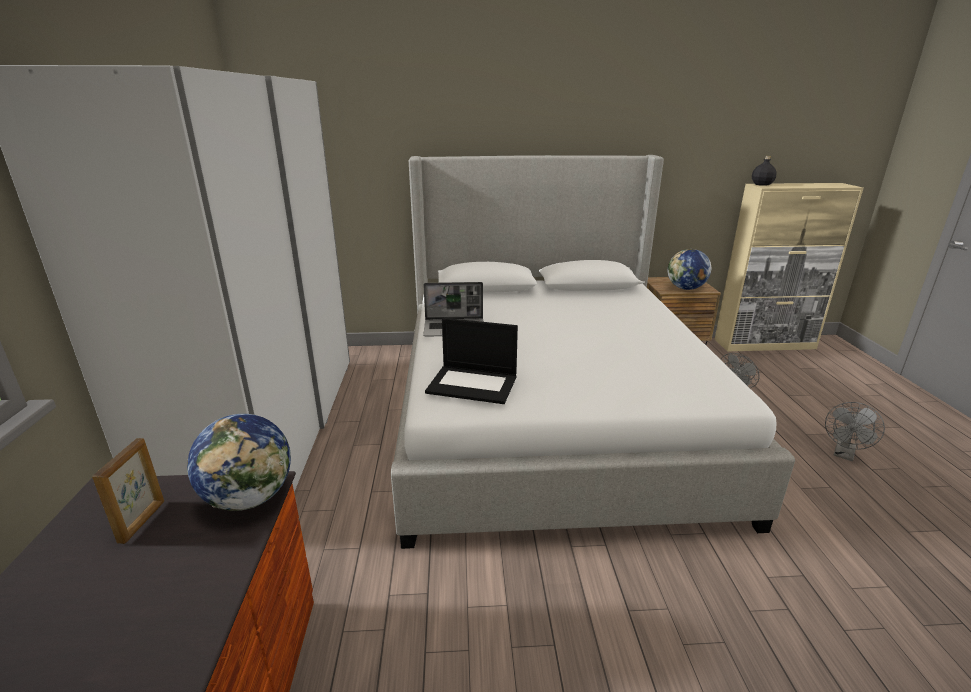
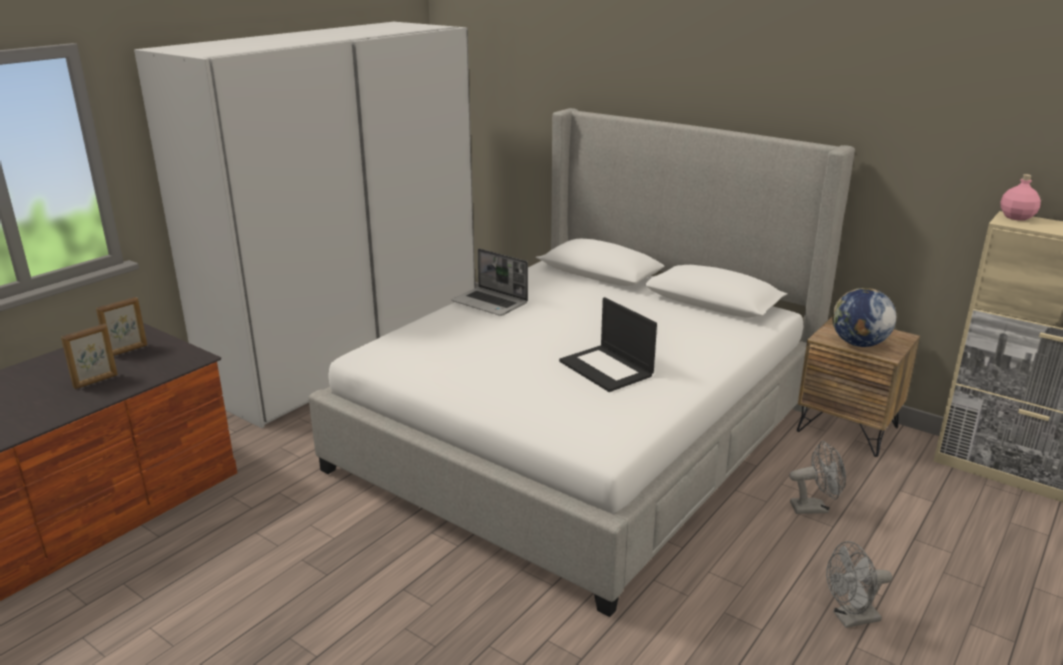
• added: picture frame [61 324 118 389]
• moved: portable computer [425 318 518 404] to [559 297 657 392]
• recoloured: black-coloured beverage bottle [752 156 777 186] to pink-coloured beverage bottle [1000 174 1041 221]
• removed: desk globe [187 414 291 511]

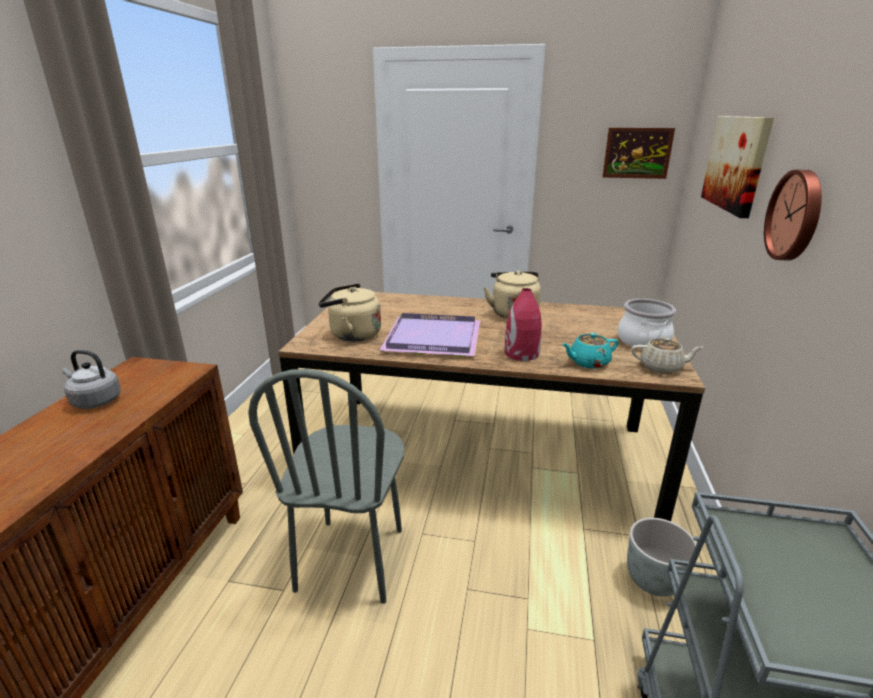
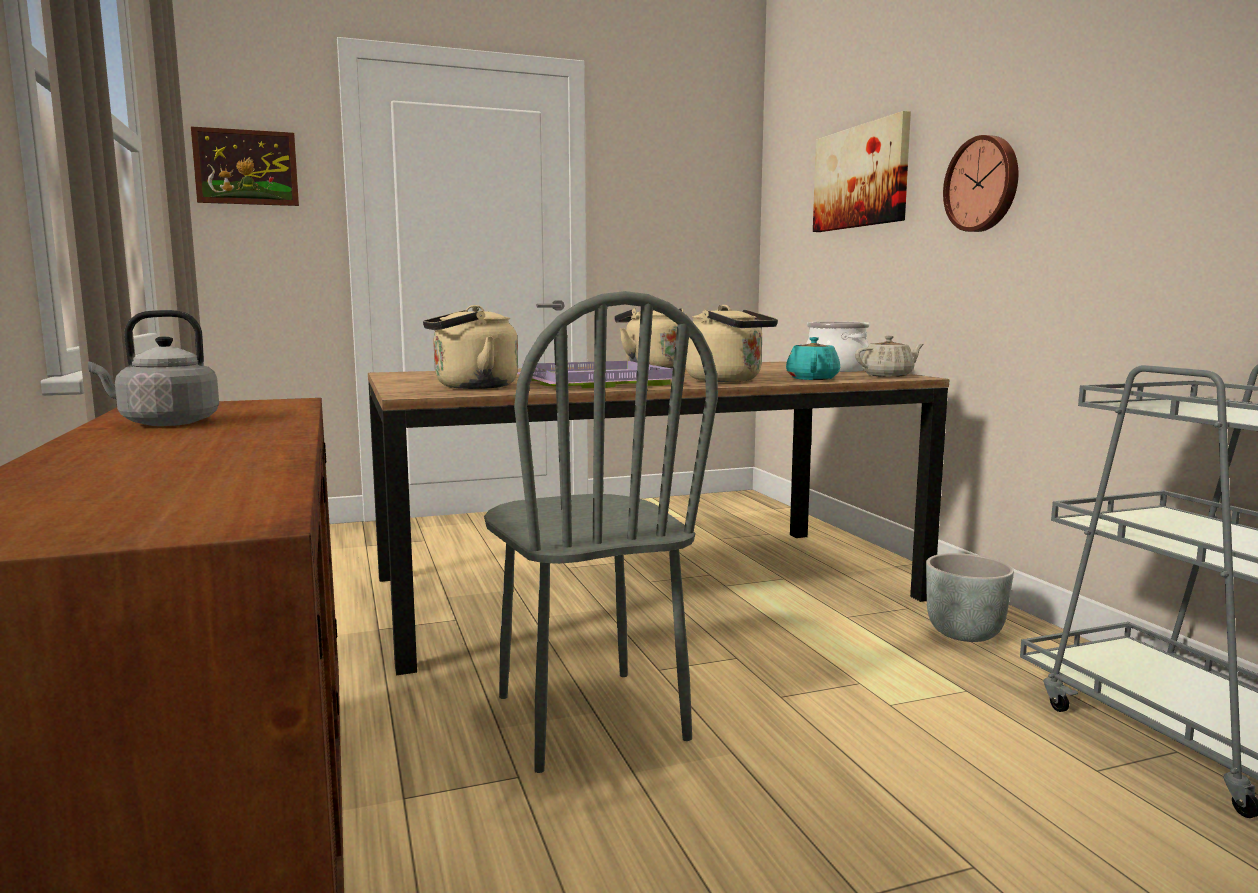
• moved: wall art [602 128 675 179] to [191 126 299 206]
• replaced: reddish vase [504 288 542 361] to beige-coloured kettle [686 305 778 382]
• turned: turquoise-coloured pot for tea [562 333 619 369] = [786 337 840 380] 150 degrees clockwise

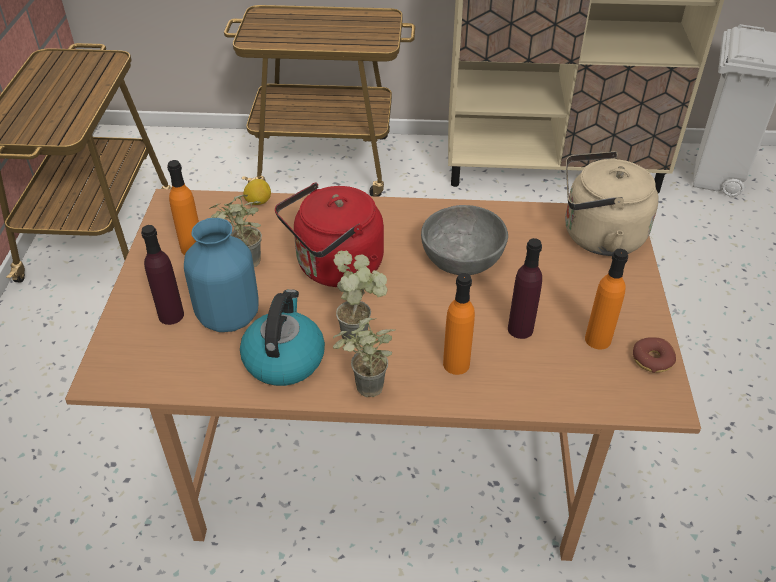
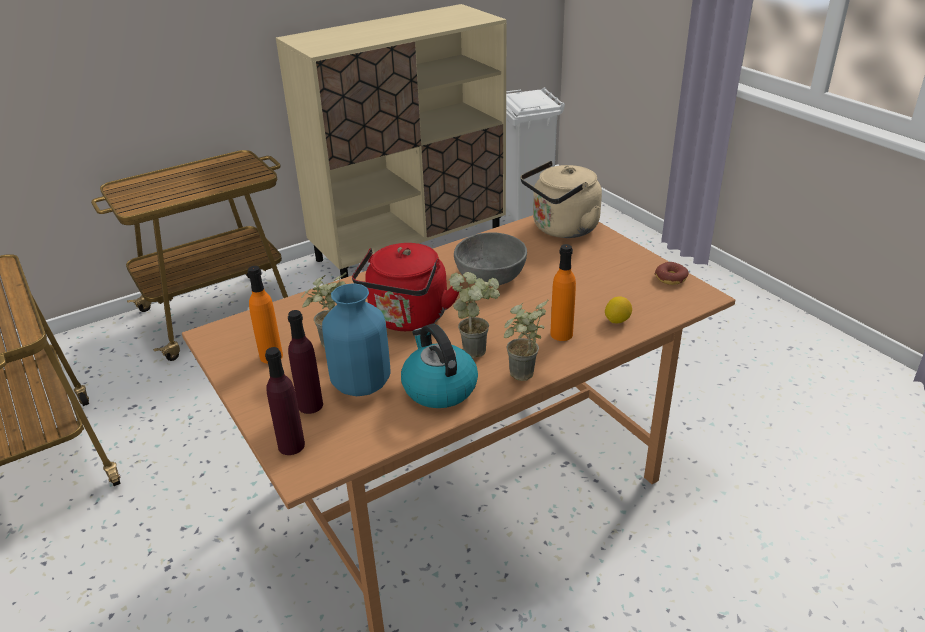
• moved: purplish beverage bottle [508 238 542 339] to [265 347 305 455]
• moved: citrus fruit [243 179 271 205] to [605 296 632 324]
• removed: orangey beverage bottle [585 249 628 349]

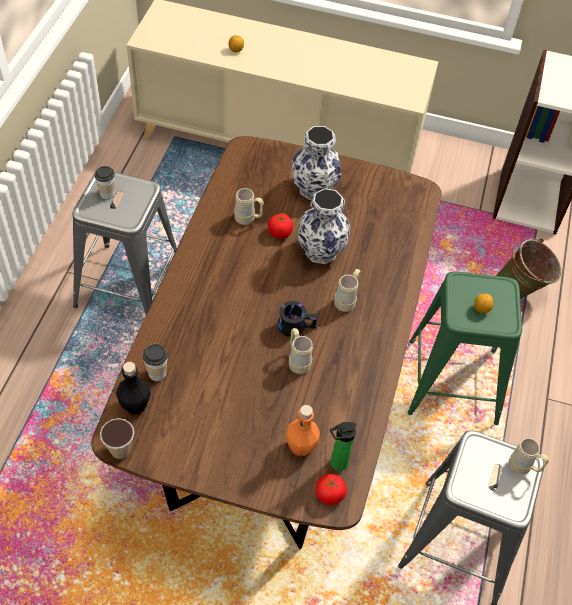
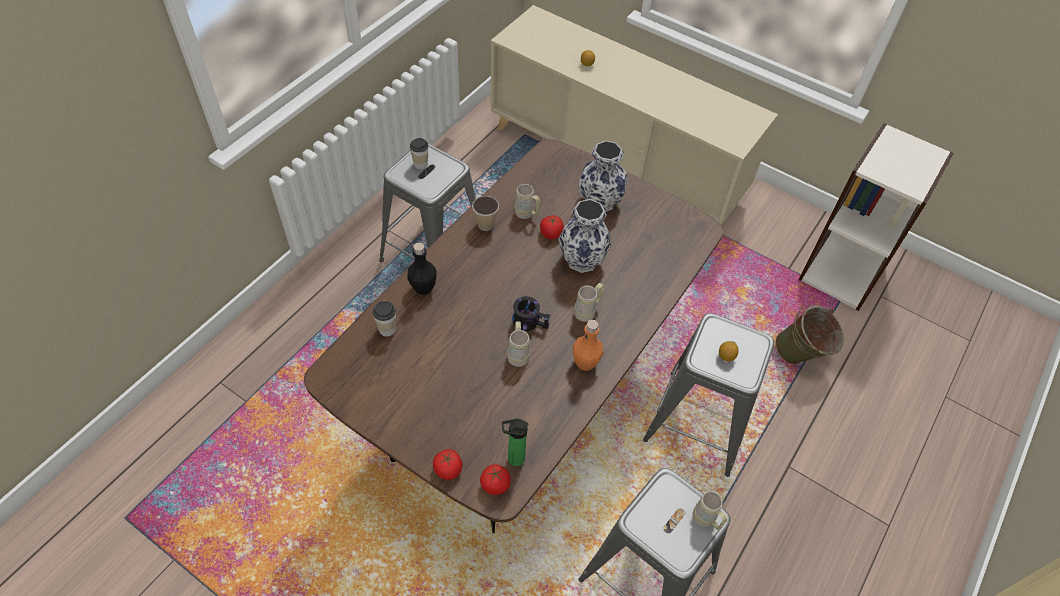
• moved: black-coloured beverage bottle [116 362 151 414] to [407 242 437 295]
• added: tomato [433 449 462 480]
• moved: drinking cup [100 418 134 459] to [472 196 499 231]
• moved: orangey beverage bottle [285 405 320 456] to [572 320 604 371]
• recoloured: greenish sitting stool [408 271 522 425] to grey sitting stool [643 313 774 477]

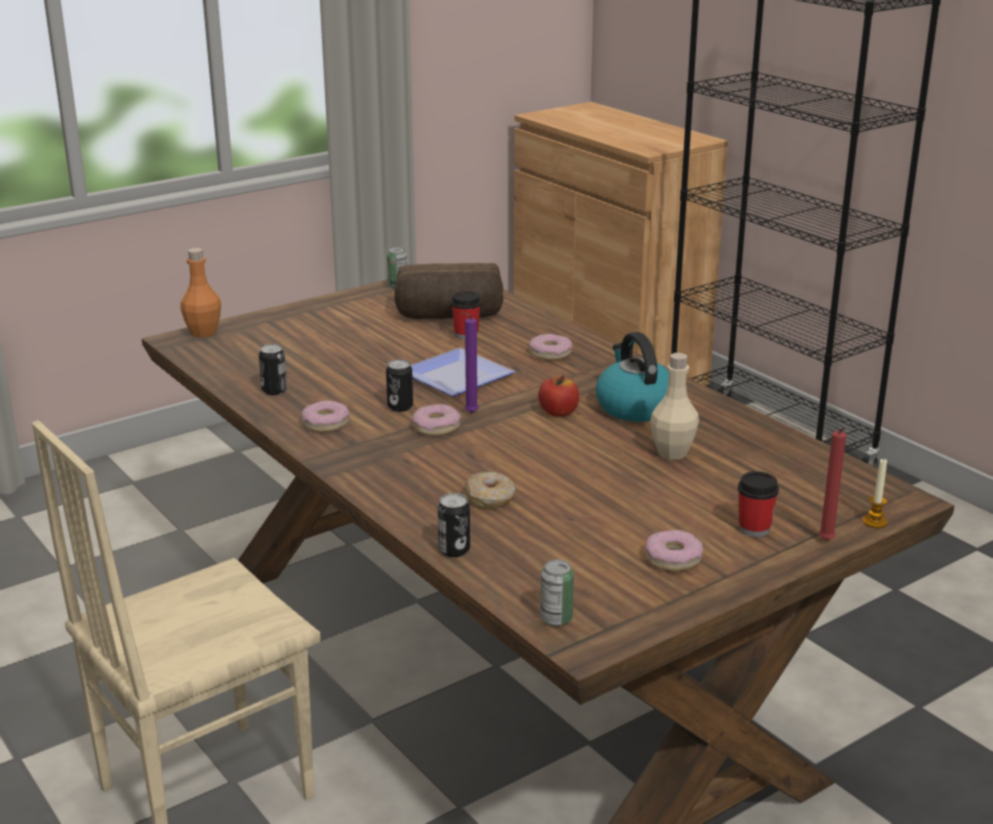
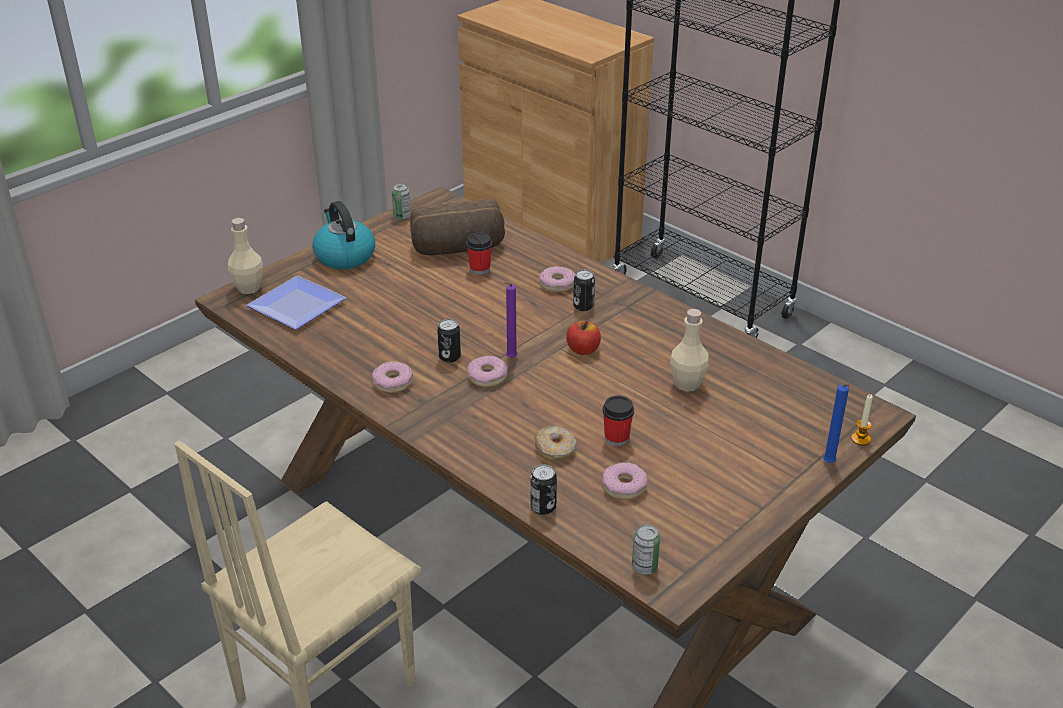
• recoloured: orangey beverage bottle [180 248 221 338] to beige-coloured beverage bottle [228 218 263 294]
• moved: flat dish [410 348 515 396] to [246 275 346 329]
• moved: kettle [596 332 669 422] to [313 201 375 269]
• moved: sealed can [259 344 287 395] to [573 270 595 311]
• moved: drinking cup [738 471 779 537] to [602 395 634 446]
• moved: ring doughnut [645 530 703 571] to [602 462 648 500]
• recoloured: reddish wax candle [819 427 847 541] to blue-coloured wax candle [823 384 850 463]

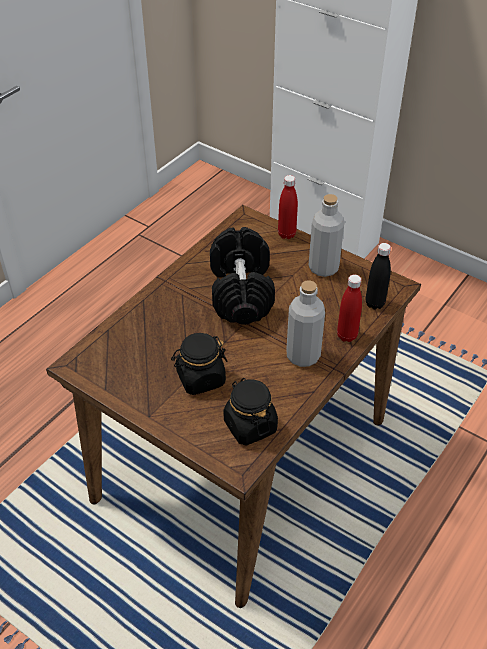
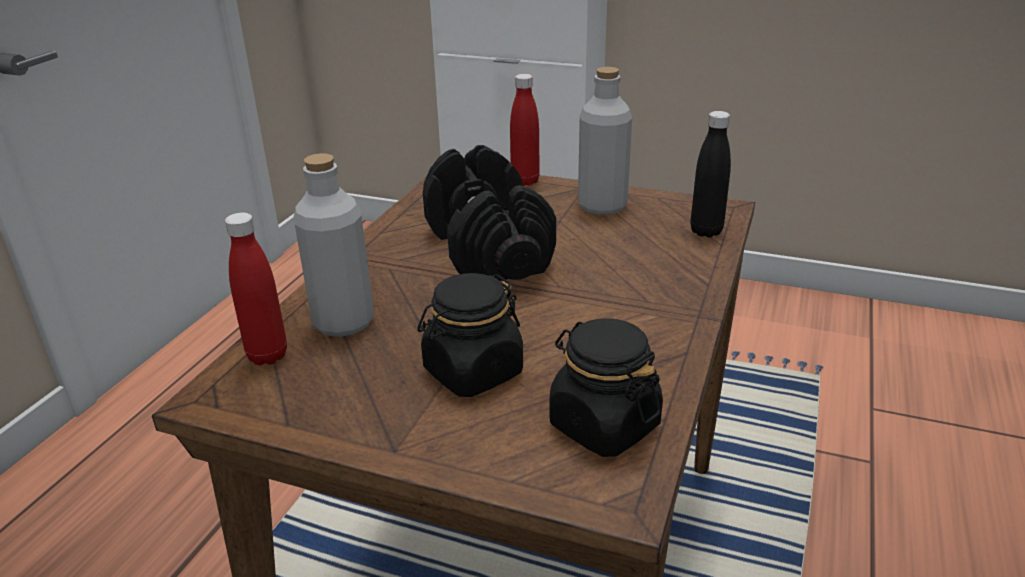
• moved: reddish beverage bottle [337 274 362 342] to [225 213 287 365]
• moved: grey beverage bottle [286 280 325 367] to [294 153 374 337]

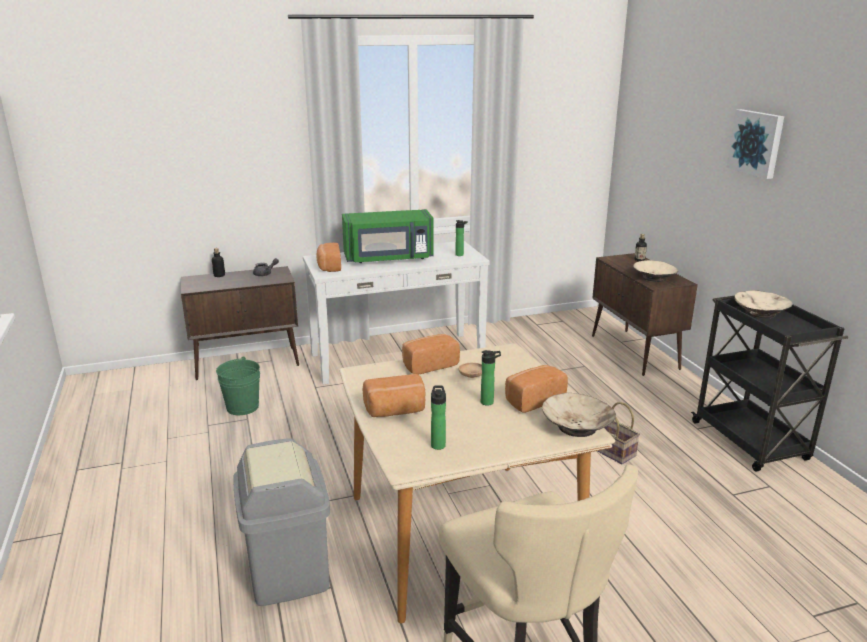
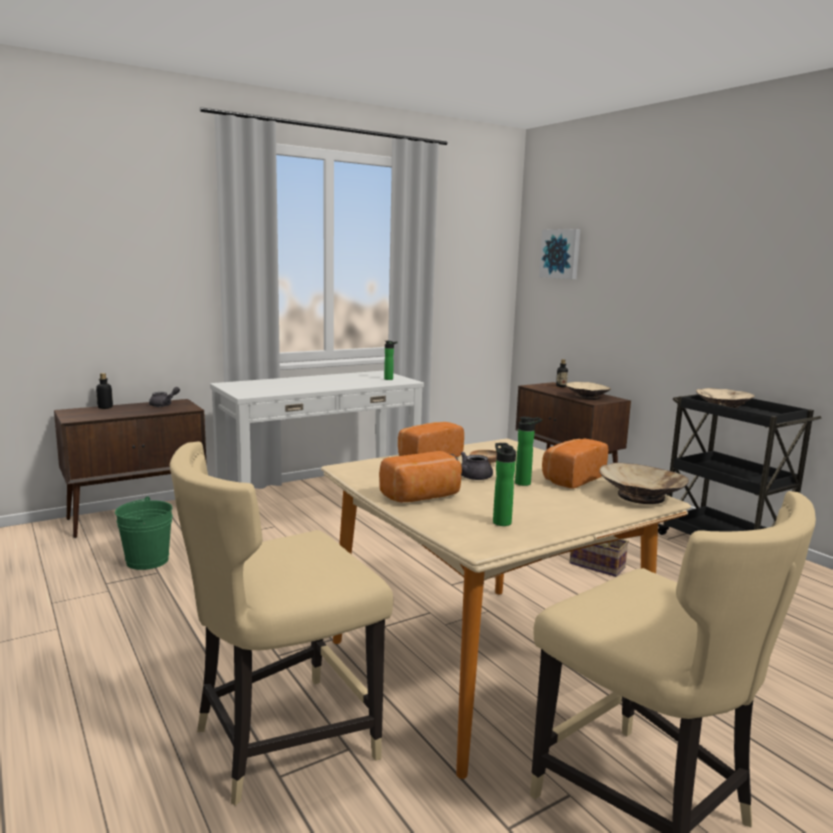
• replaced: grey rubbish bin [233 438 330 606] to beige-coloured plain chair [169 441 393 806]
• added: grey pot for tea [450 452 493 480]
• moved: wall art [726 109 784 179] to [539 229 580 279]
• removed: baked bread [316 243 341 272]
• removed: greenish microwave [342 209 433 263]

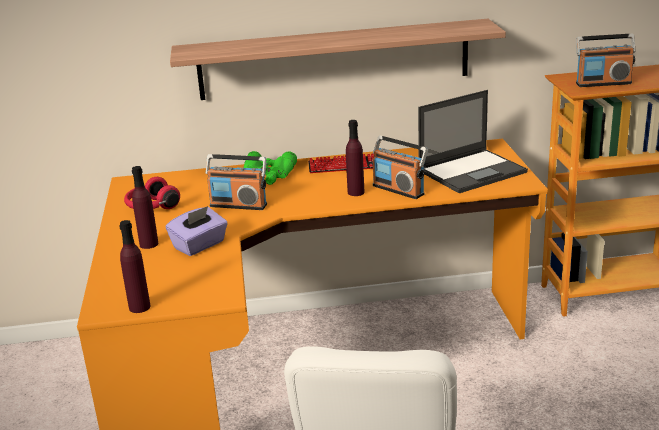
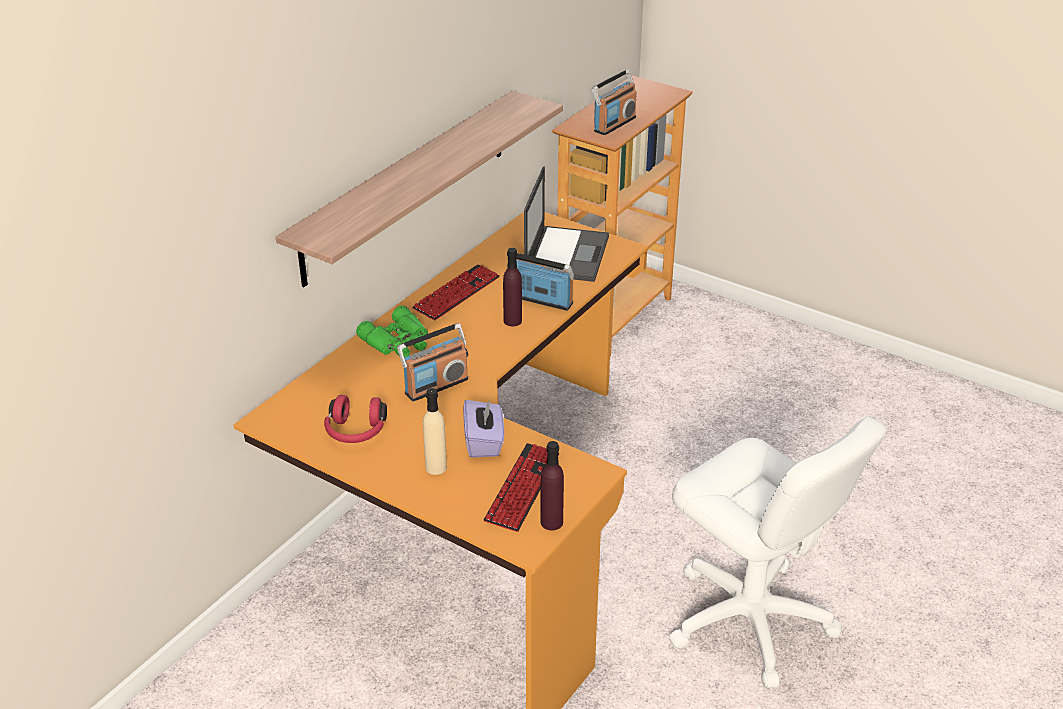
• recoloured: purplish beverage bottle [132 166 158 249] to beige-coloured beverage bottle [423 388 447 475]
• added: PC keyboard [483 443 559 532]
• turned: radio set [373 135 428 199] = [517 253 574 311] 150 degrees counterclockwise

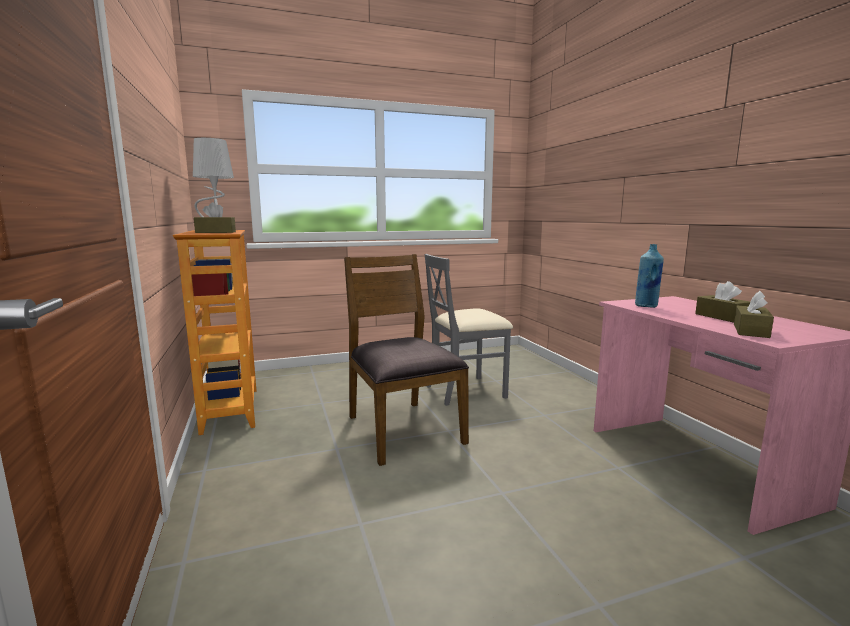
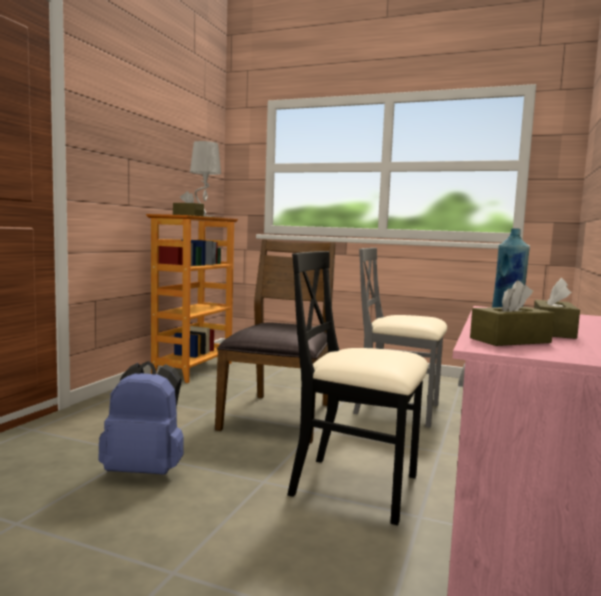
• added: blue-coloured backpack [98 361 184 475]
• added: black-coloured plain chair [287 251 428 525]

